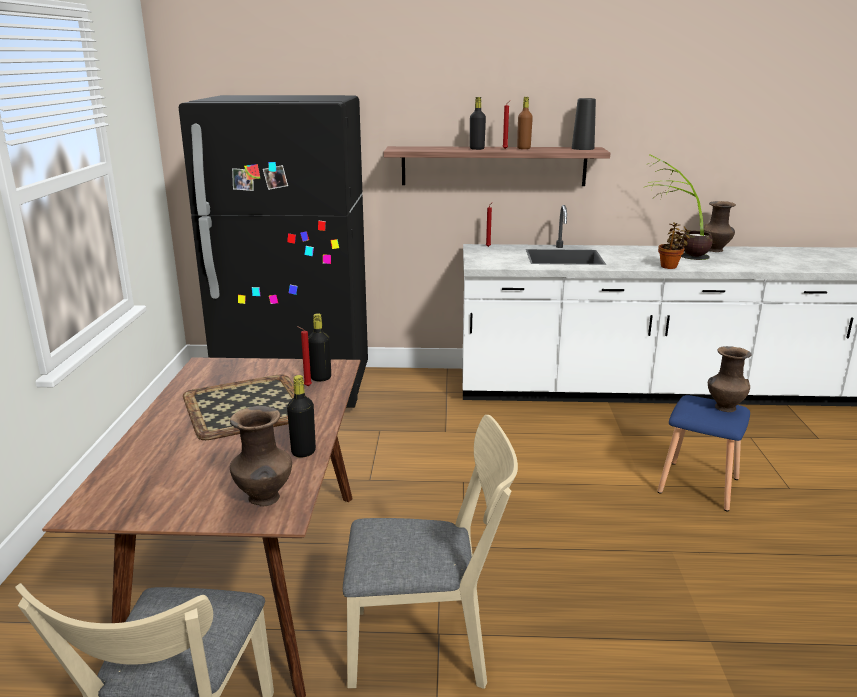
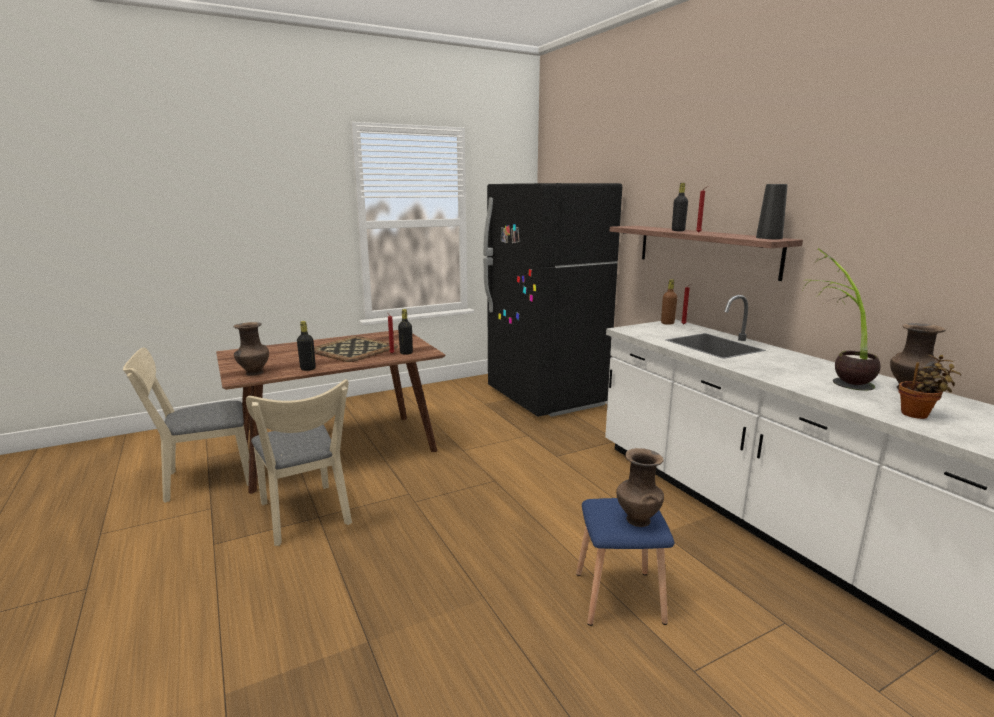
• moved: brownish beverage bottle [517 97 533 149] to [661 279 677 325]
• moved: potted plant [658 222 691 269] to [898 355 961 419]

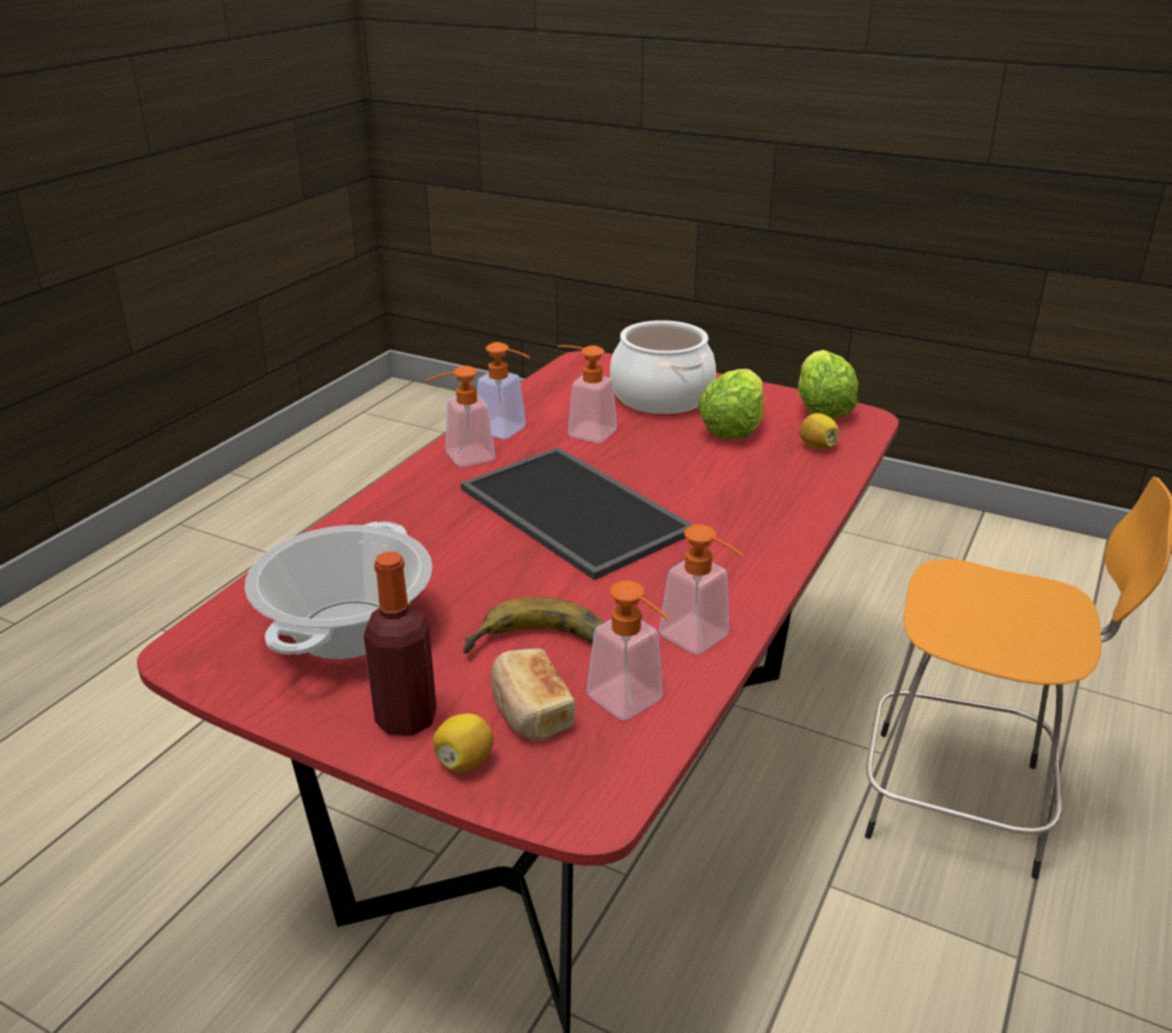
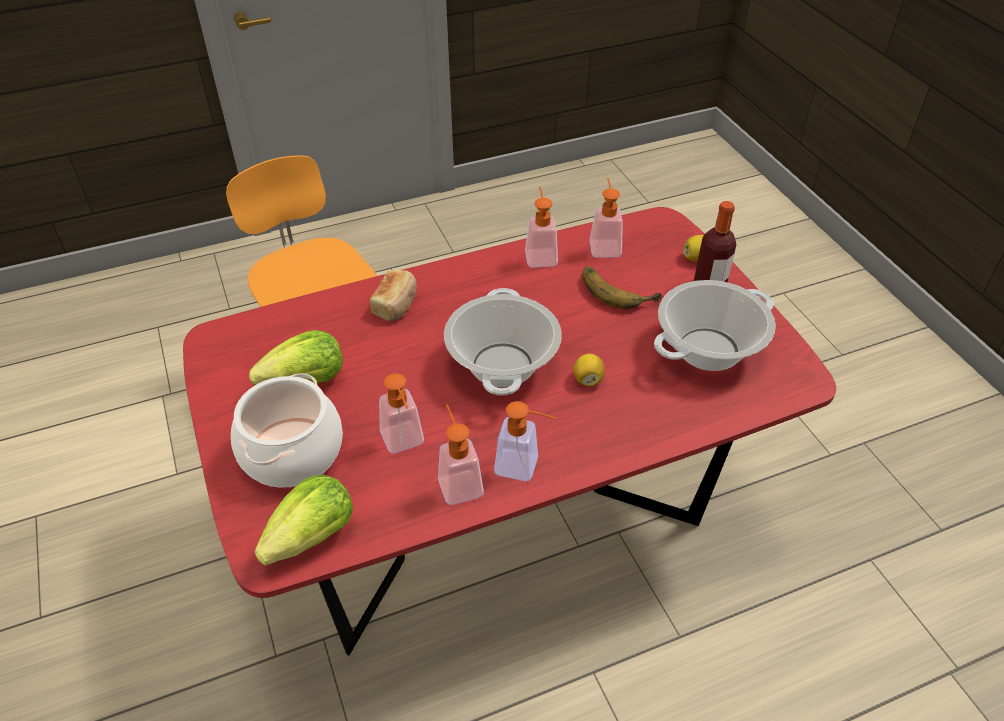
• moved: lettuce [798 350 858 419] to [255 474 353 565]
• moved: baked bread [491 649 575 741] to [370 270 417 321]
• replaced: carrying tray [461 447 693 580] to stockpot [444 288 562 396]
• moved: citrus fruit [799 413 839 449] to [573 354 605 386]

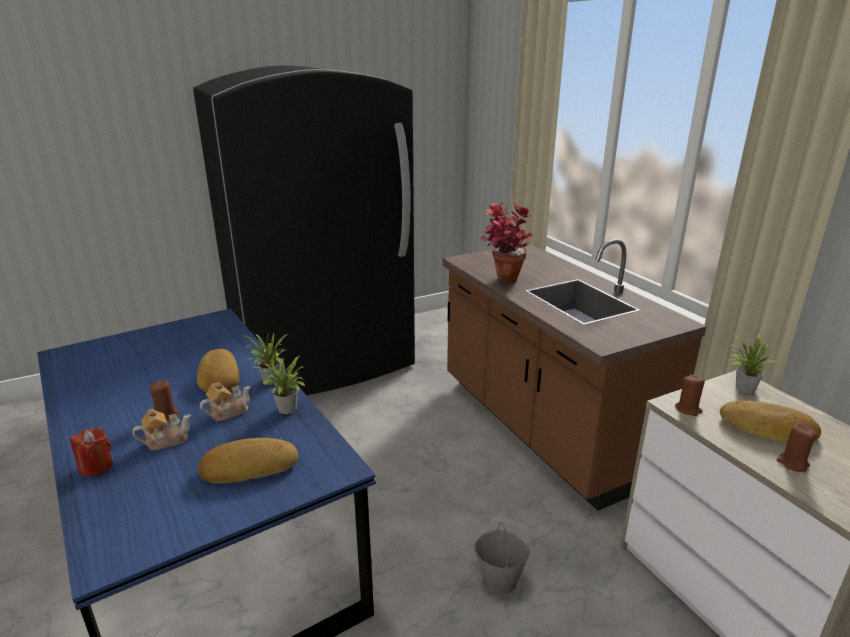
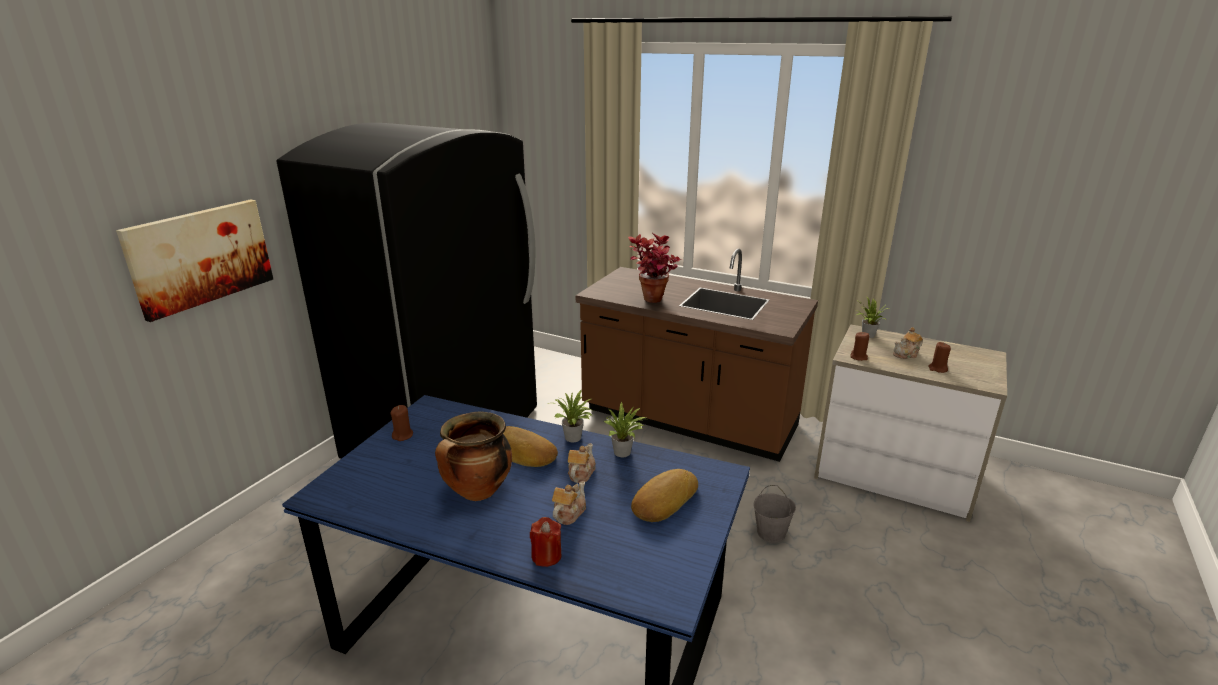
• added: wall art [116 199 273 322]
• moved: brownish wax candle [150 380 179 421] to [390 405 413 441]
• added: stockpot [435 411 512 501]
• replaced: baked bread [720 401 821 443] to pot for tea [893 327 923 359]

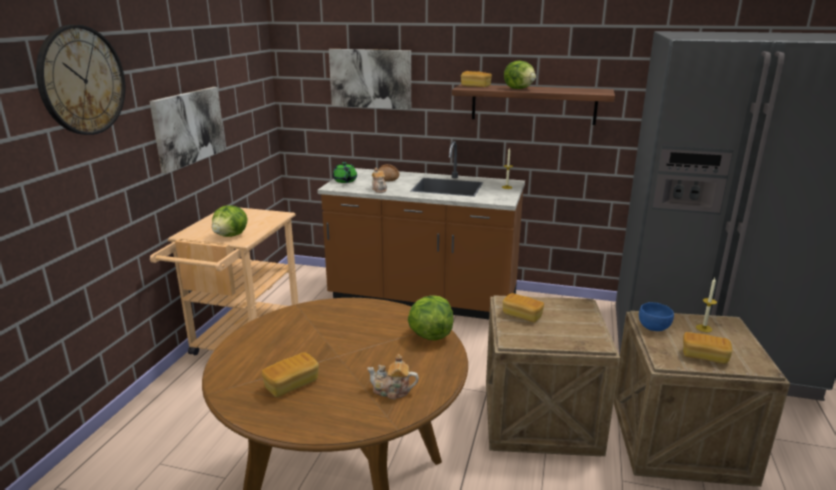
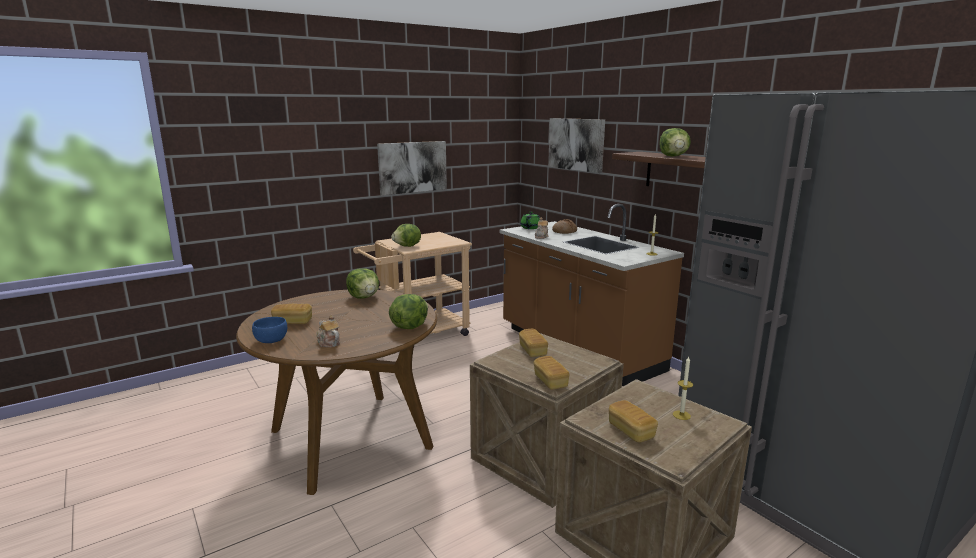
• moved: blue-coloured serving bowl [639 302 674 331] to [252 317 287 343]
• added: lettuce [346 268 379 299]
• moved: baked bread [461 71 492 87] to [534 356 569 390]
• removed: clock on the wall [36 25 125 135]

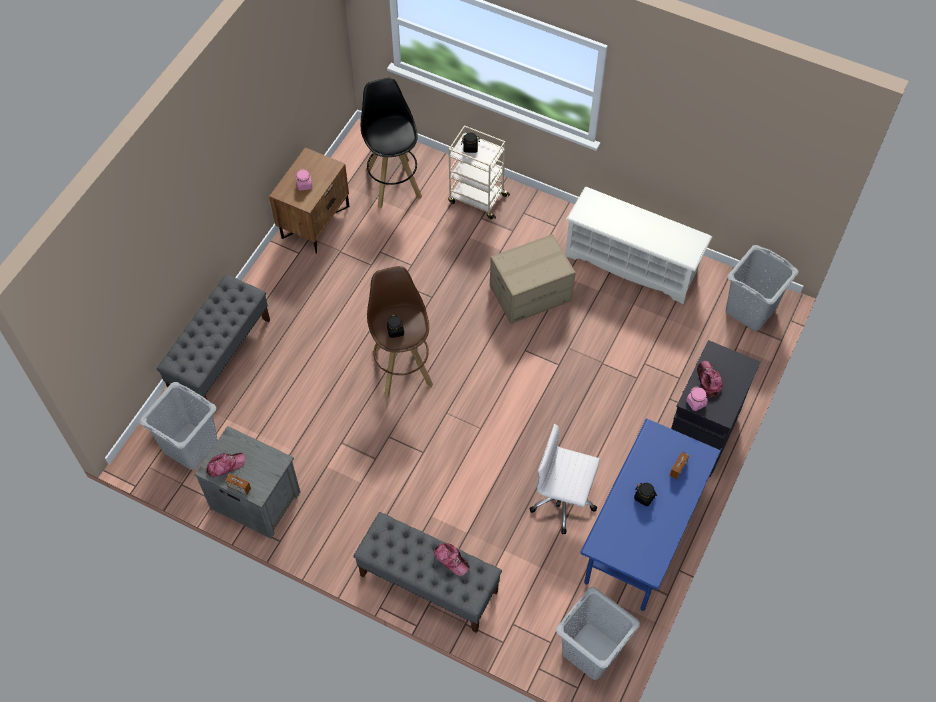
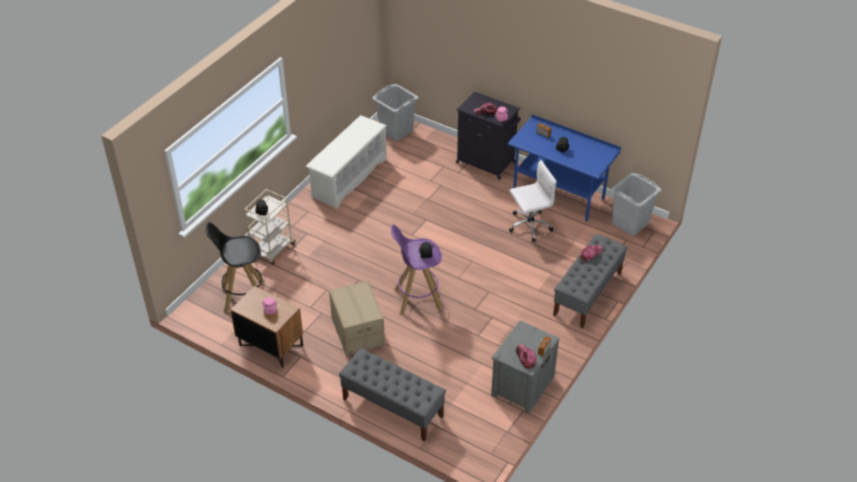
• moved: cardboard box [490 234 576 324] to [329 281 385 356]
• recoloured: brownish sitting stool [367 266 433 397] to purplish sitting stool [391 224 442 315]
• turned: white desk chair [529 424 600 534] = [509 160 557 242] 135 degrees counterclockwise
• removed: grey washing basket [139 382 218 470]

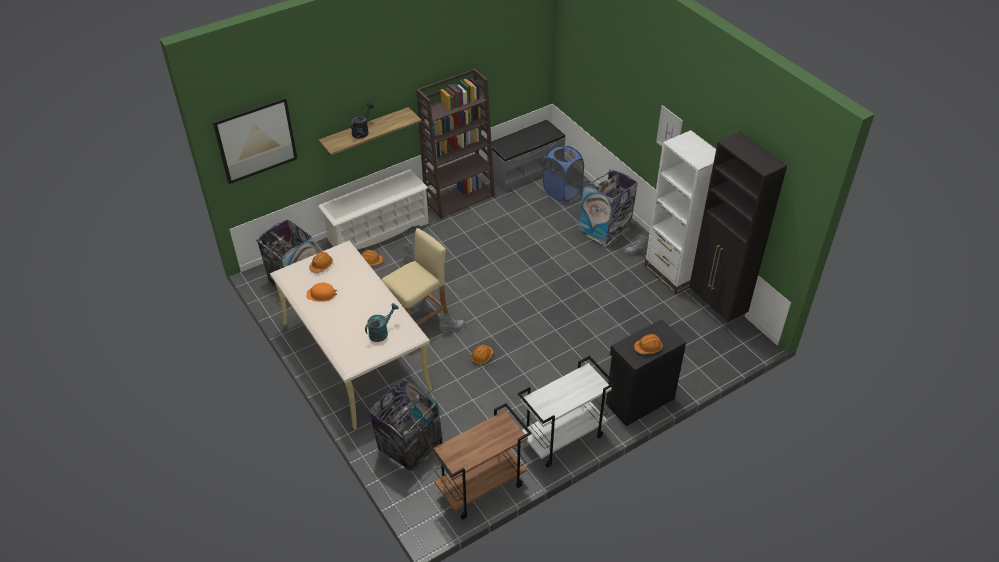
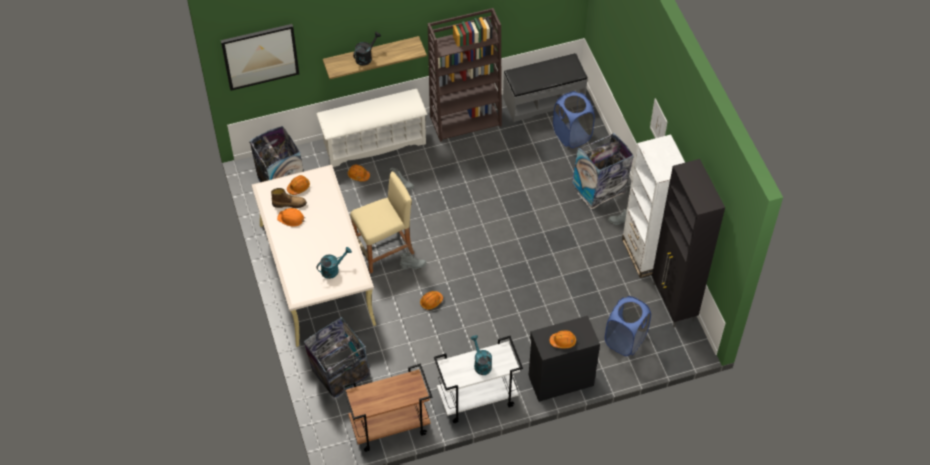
• added: boot [271 188 307 208]
• added: turquoise-coloured watering can [471 335 492 375]
• added: blue-coloured washing basket [605 296 651 356]

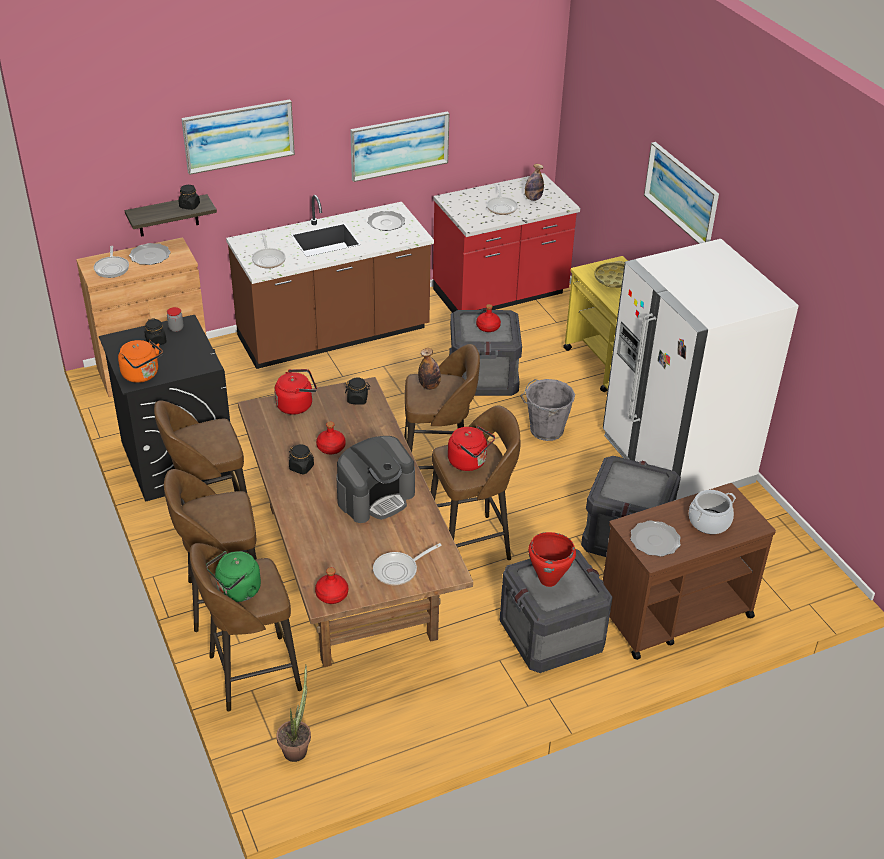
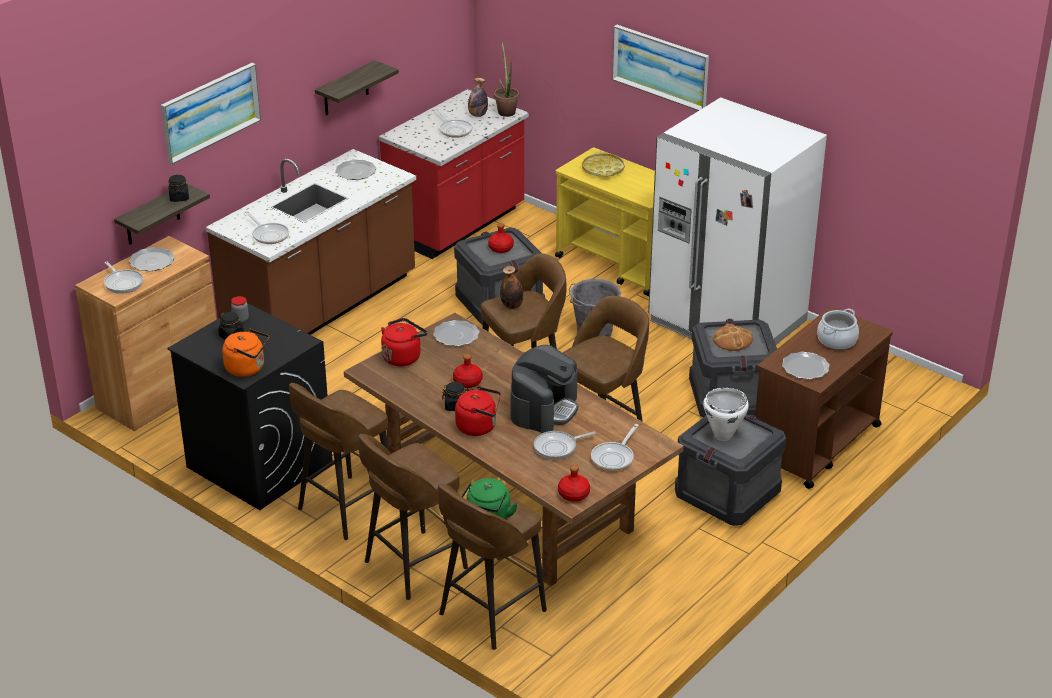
• replaced: wall art [350 111 450 182] to shelf [315 60 399 115]
• replaced: black-coloured jar [345 377 370 405] to flat dish [433 320 480 346]
• moved: reddish kettle [448 426 495 471] to [455 386 501 436]
• moved: potted plant [276 665 311 762] to [494 40 519 117]
• added: skillet [534 431 596 460]
• recoloured: reddish stockpot [528 532 576 587] to white stockpot [703 388 749 441]
• added: baked bread [713 324 753 351]

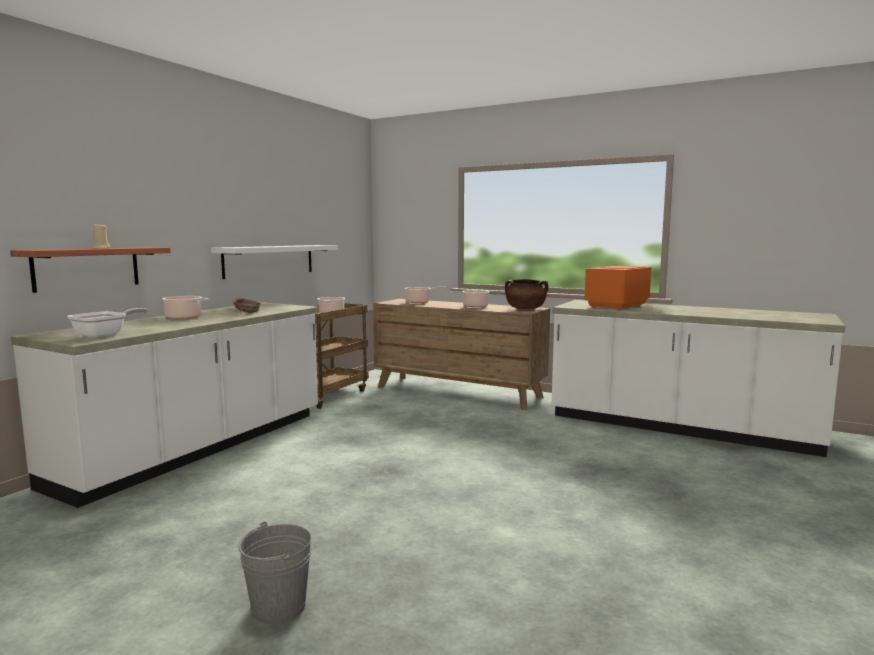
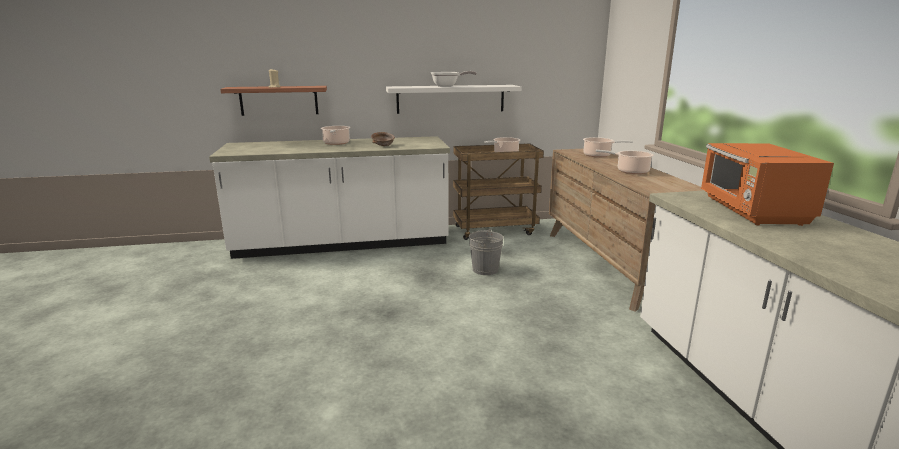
• moved: skillet [67 308 148 338] to [431 71 477 87]
• moved: grey water bucket [238 521 312 625] to [469 229 504 275]
• turned: orangey microwave [584 266 651 310] = [701 143 834 226] 90 degrees counterclockwise
• removed: brownish stockpot [505 279 548 309]

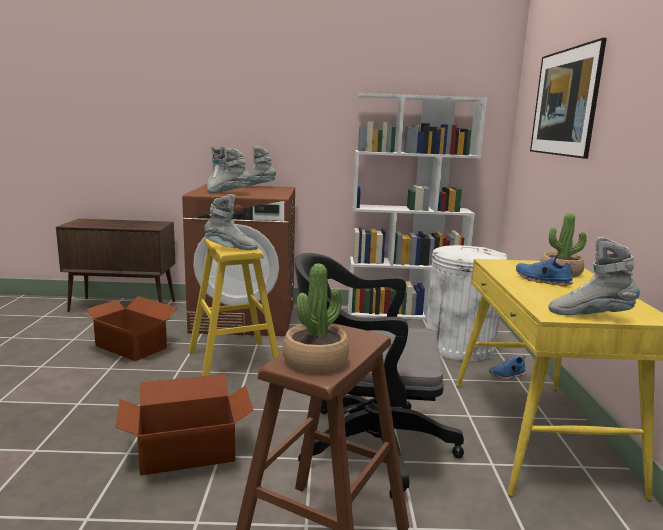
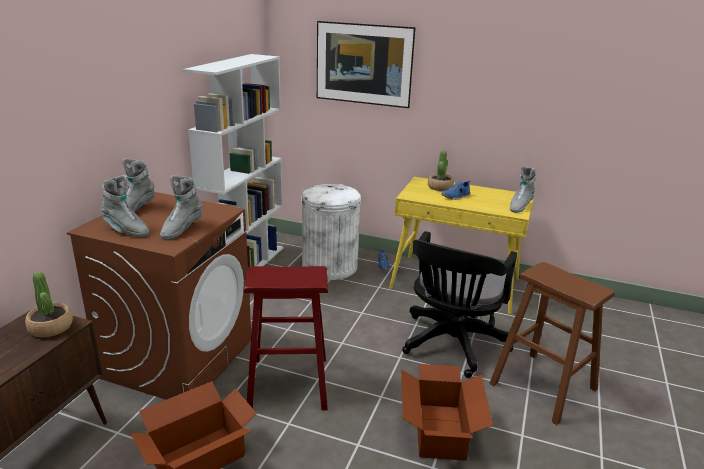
• moved: potted plant [282 264 349 373] to [25 272 73 337]
• recoloured: yellow-coloured sitting stool [189 239 280 376] to reddish sitting stool [243 266 328 410]
• removed: grey boot [204 194 258 250]

